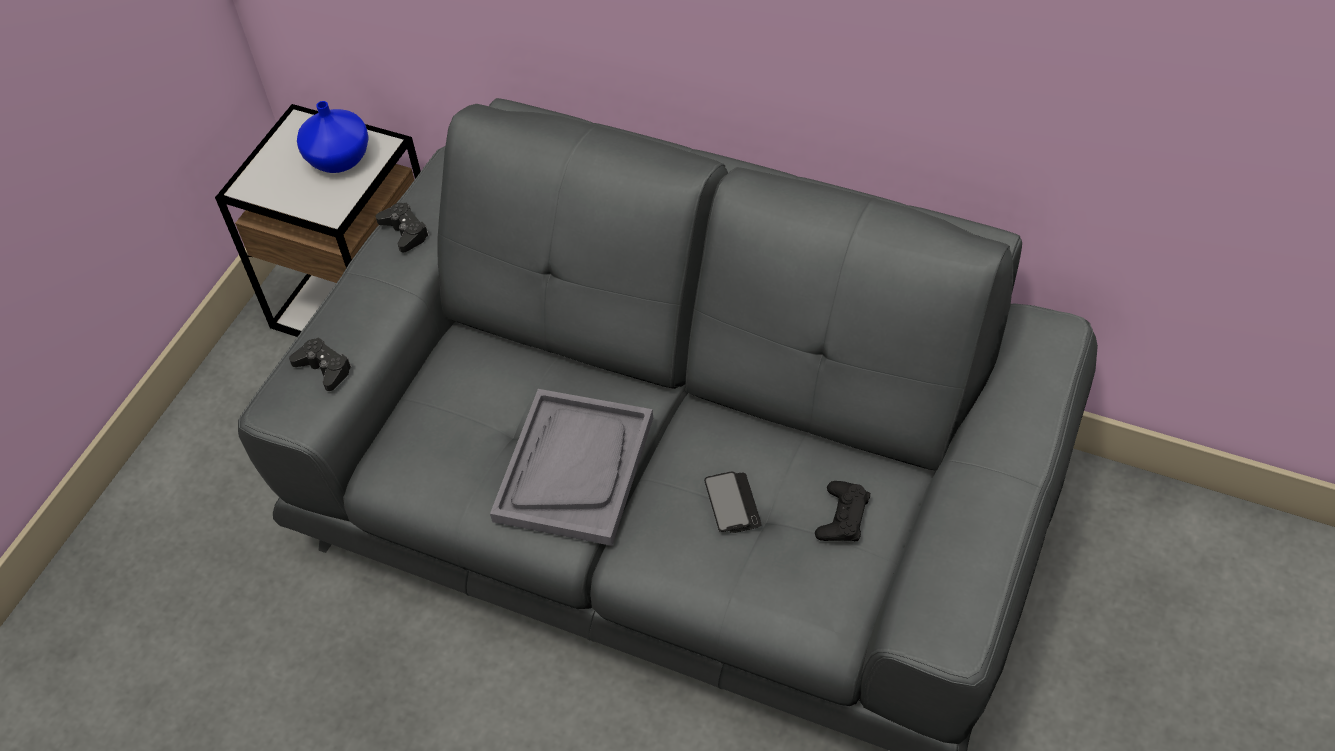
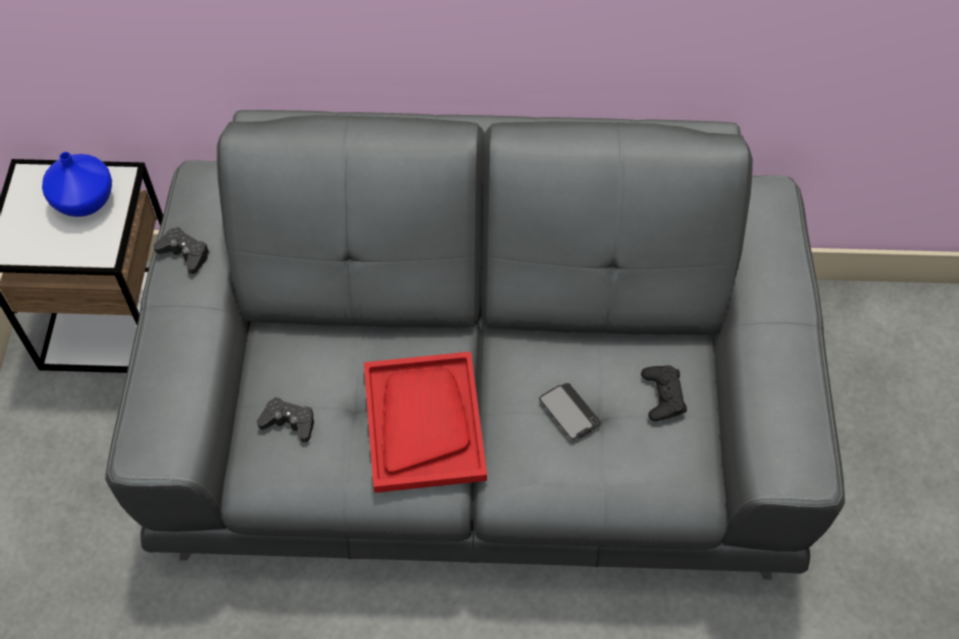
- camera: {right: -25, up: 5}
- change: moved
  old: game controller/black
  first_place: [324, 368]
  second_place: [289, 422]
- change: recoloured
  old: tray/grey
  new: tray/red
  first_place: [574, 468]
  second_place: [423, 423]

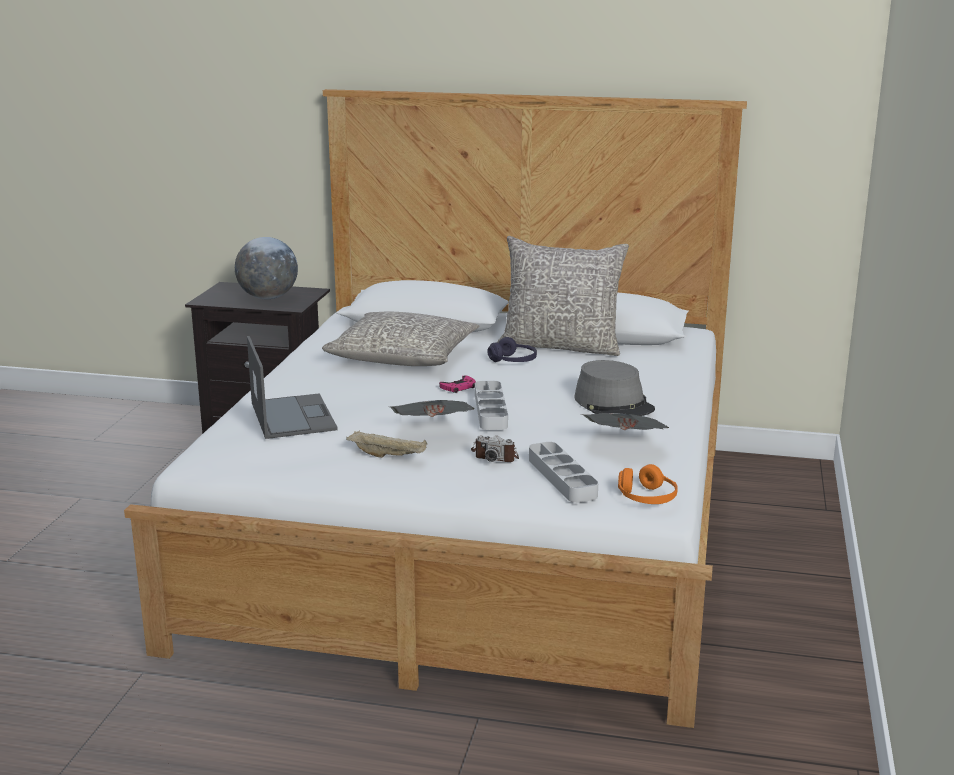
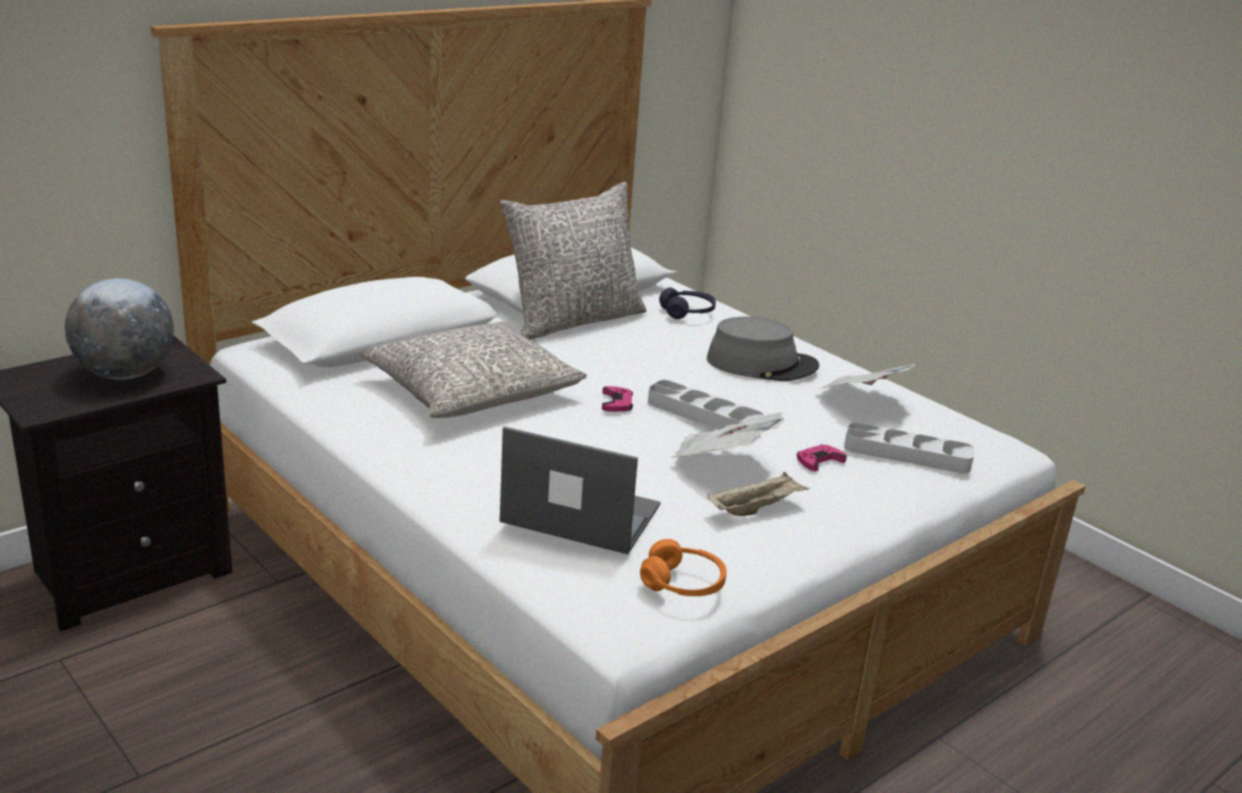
- camera: {right: -55, up: 5}
- change: moved
  old: headphones/orange
  first_place: [646, 498]
  second_place: [683, 584]
- change: moved
  old: headphones/purple
  first_place: [513, 361]
  second_place: [687, 312]
- change: replaced
  old: photo camera
  new: game controller/pink
  first_place: [496, 456]
  second_place: [819, 461]

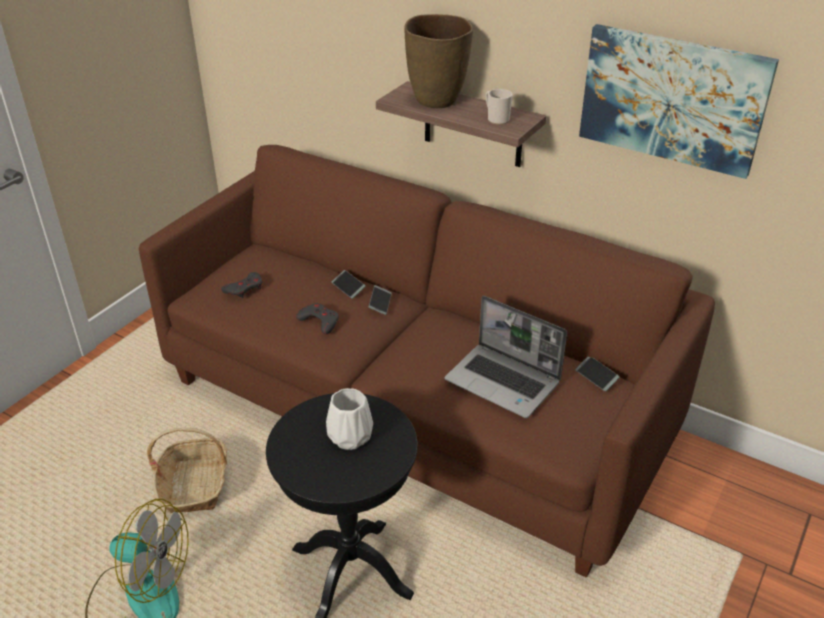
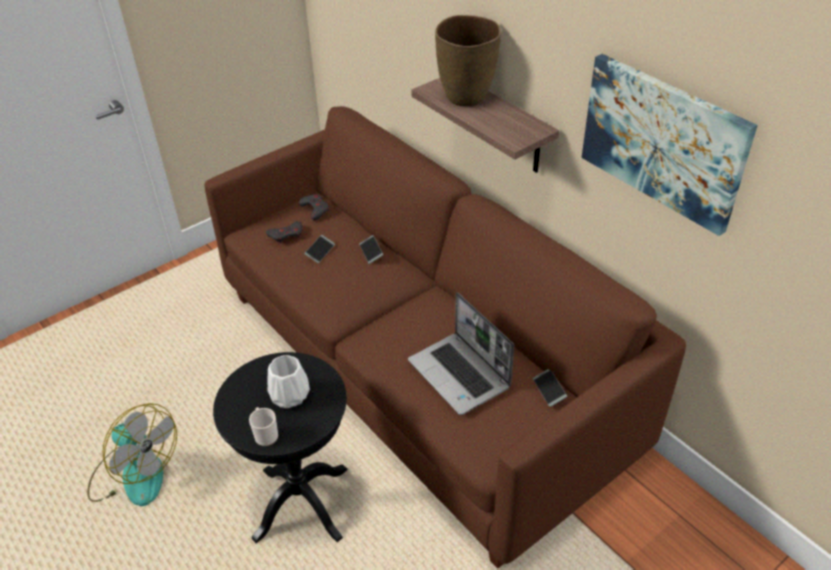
- camera: {right: 20, up: 5}
- change: moved
  old: mug
  first_place: [496, 119]
  second_place: [265, 434]
- change: moved
  old: game controller/grey
  first_place: [319, 321]
  second_place: [315, 209]
- change: moved
  old: phone
  first_place: [380, 303]
  second_place: [320, 251]
- change: removed
  old: basket
  first_place: [195, 484]

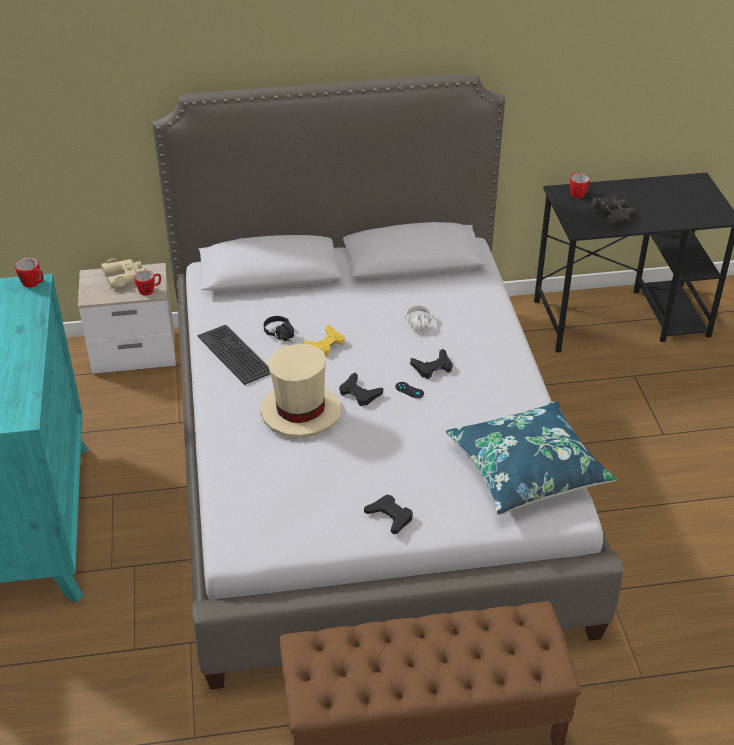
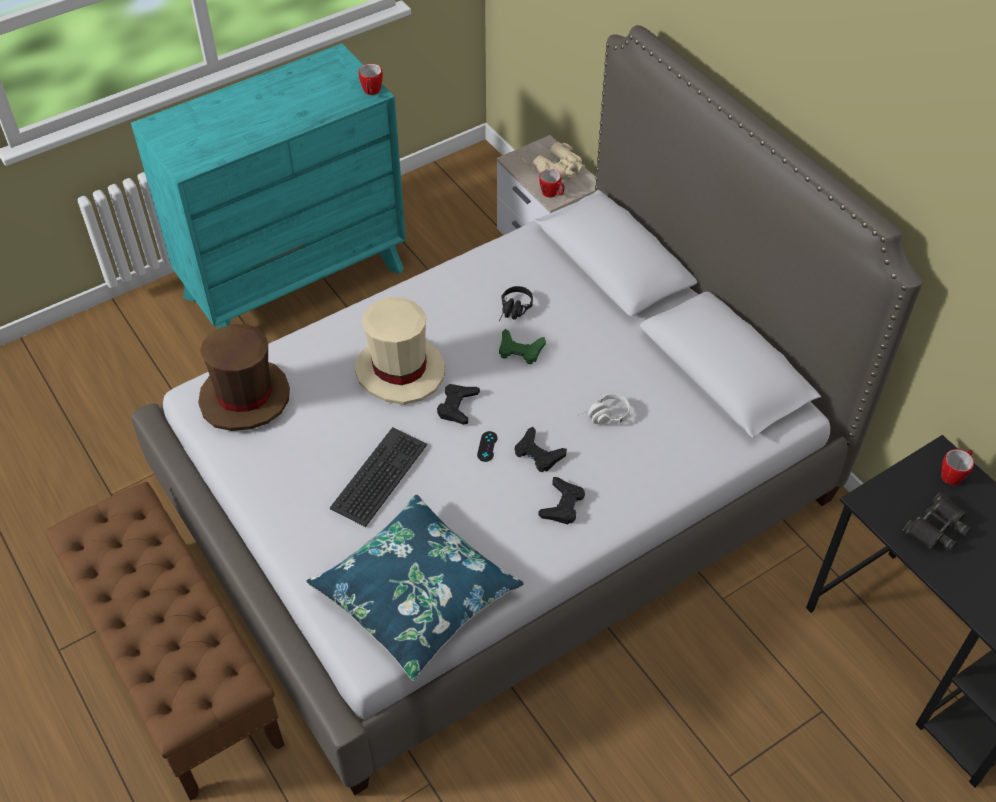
- camera: {right: 65, up: 10}
- change: added
  new: hat/brown
  second_place: [245, 397]
- change: moved
  old: keyboard
  first_place: [235, 354]
  second_place: [380, 477]
- change: recoloured
  old: game controller/yellow
  new: game controller/green
  first_place: [325, 344]
  second_place: [520, 350]
- change: moved
  old: game controller/black
  first_place: [390, 517]
  second_place: [562, 505]

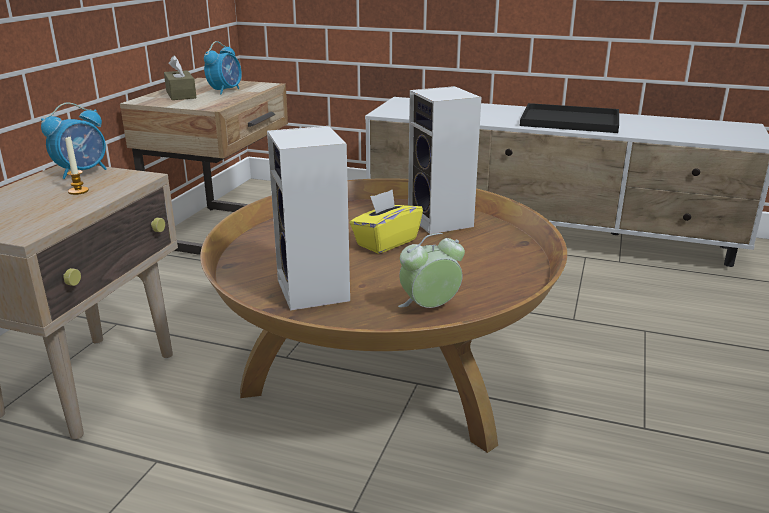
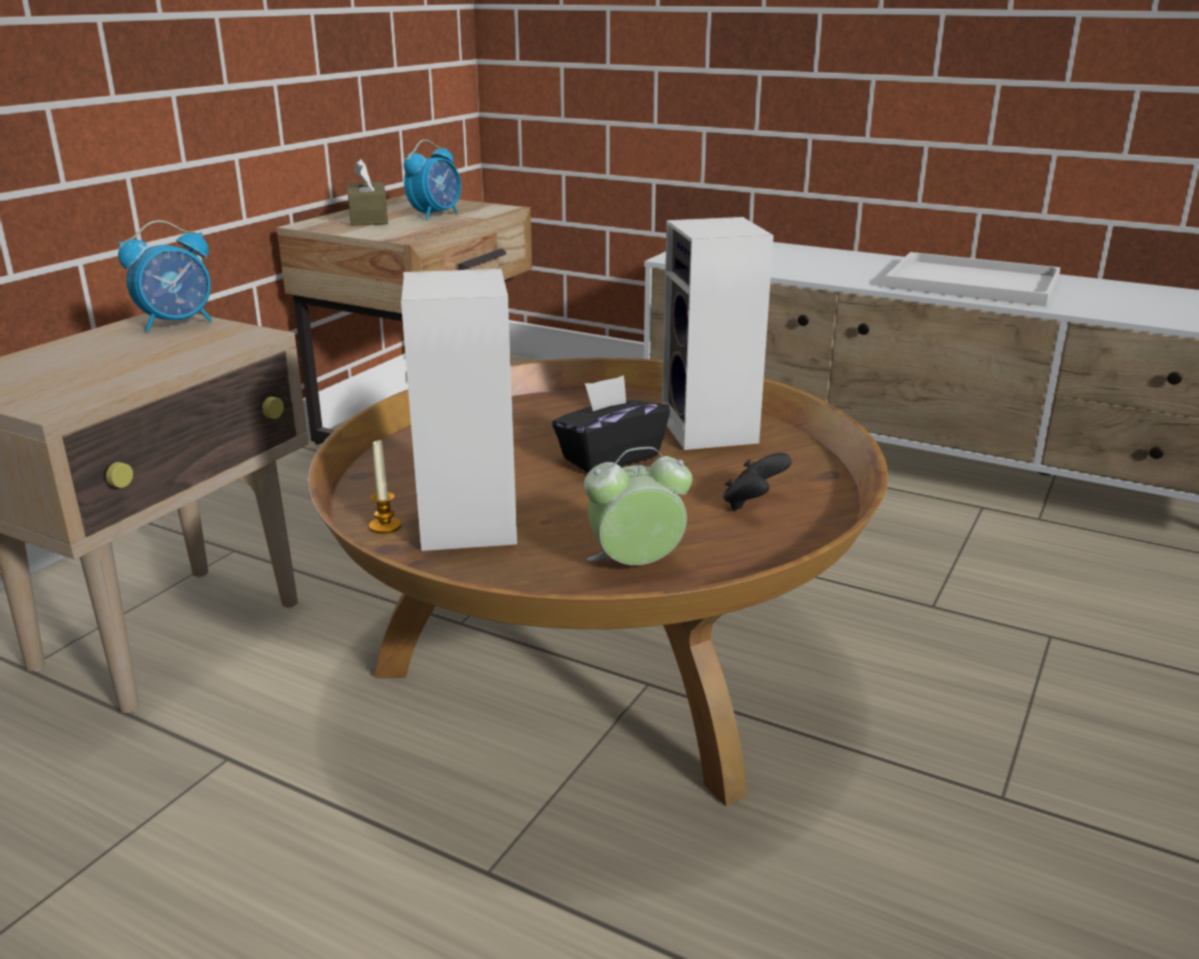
- camera: {right: 10, up: 0}
- change: moved
  old: candle
  first_place: [78, 191]
  second_place: [385, 526]
- change: recoloured
  old: tissue box/yellow
  new: tissue box/black
  first_place: [386, 242]
  second_place: [610, 458]
- change: added
  new: game controller/black
  second_place: [753, 504]
- change: recoloured
  old: tray/black
  new: tray/white
  first_place: [568, 121]
  second_place: [968, 283]

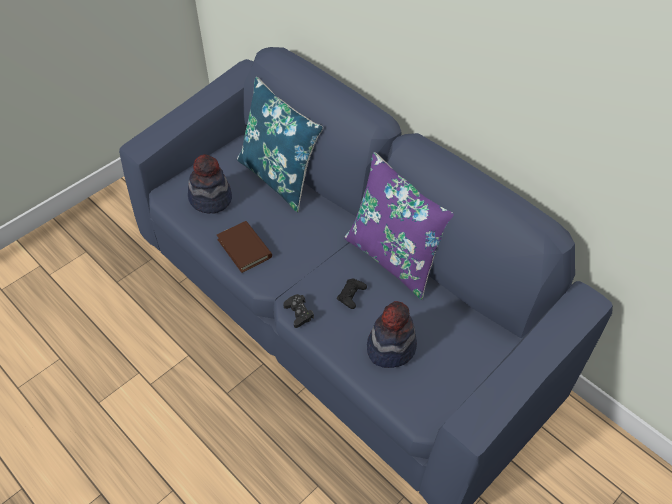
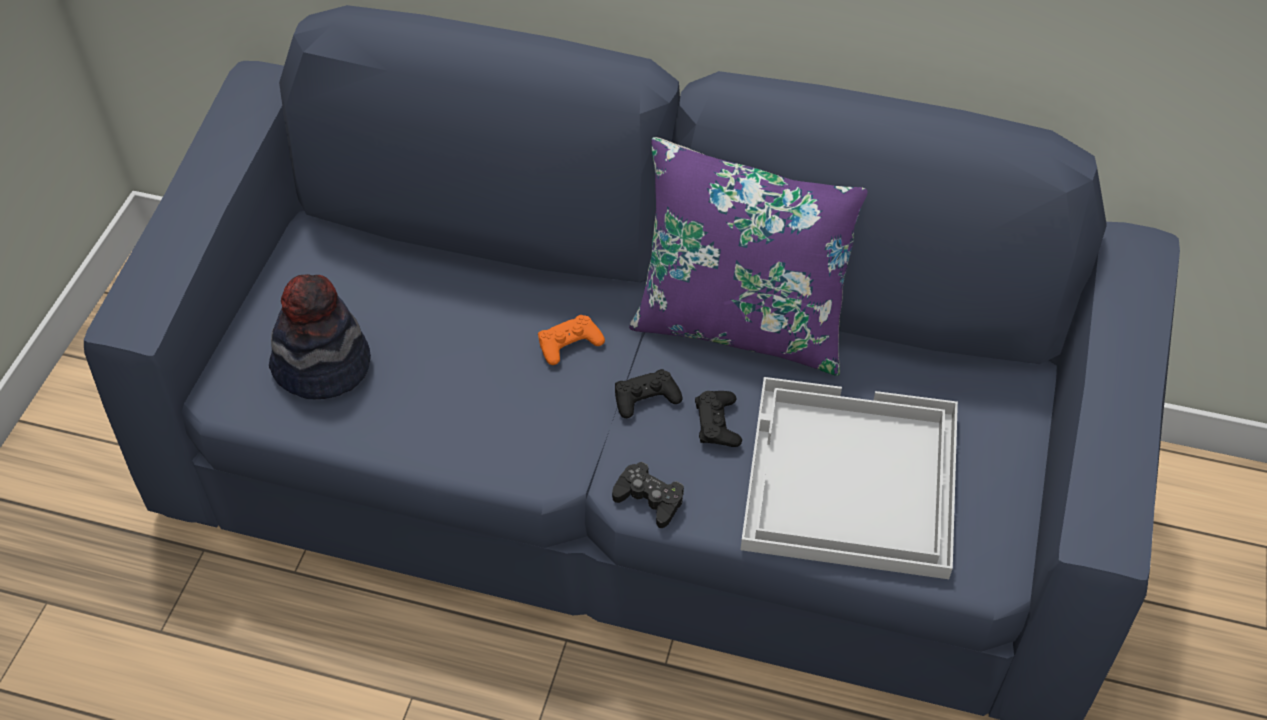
- camera: {right: -30, up: 0}
- change: added
  new: game controller/orange
  second_place: [569, 344]
- change: added
  new: game controller/black
  second_place: [646, 398]
- change: replaced
  old: hat
  new: tray/white
  first_place: [390, 347]
  second_place: [848, 480]
- change: removed
  old: book/brown
  first_place: [244, 248]
- change: removed
  old: pillow/blue
  first_place: [279, 177]

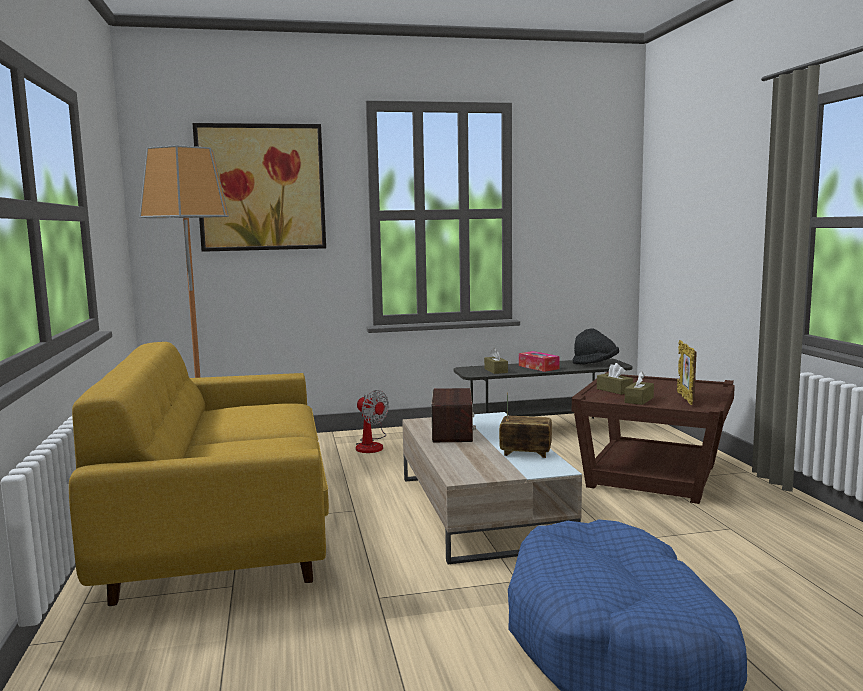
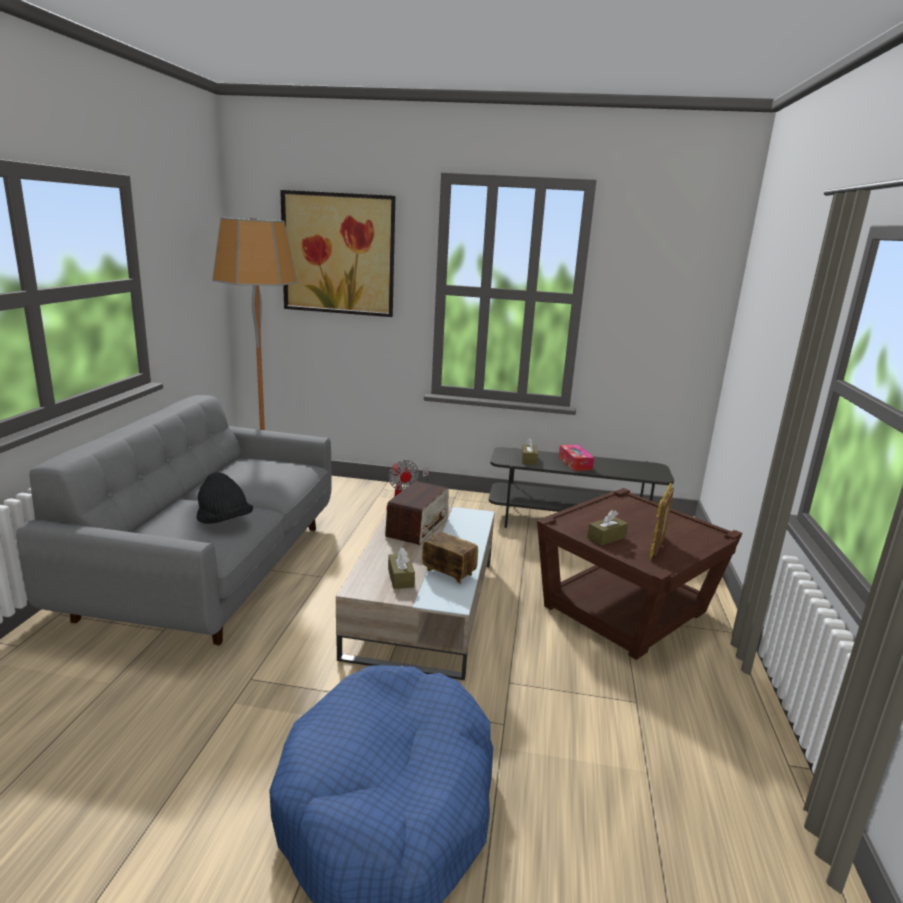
- camera: {right: 20, up: 10}
- change: recoloured
  old: sofa/yellow
  new: sofa/grey
  first_place: [225, 529]
  second_place: [212, 568]
- change: moved
  old: hat/black
  first_place: [596, 364]
  second_place: [224, 521]
- change: moved
  old: tissue box/brown
  first_place: [614, 390]
  second_place: [400, 578]

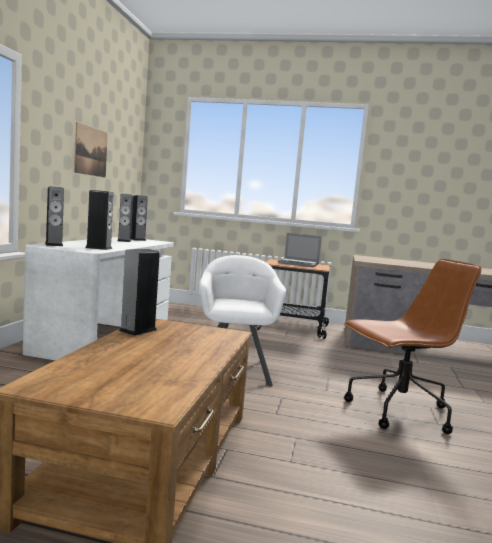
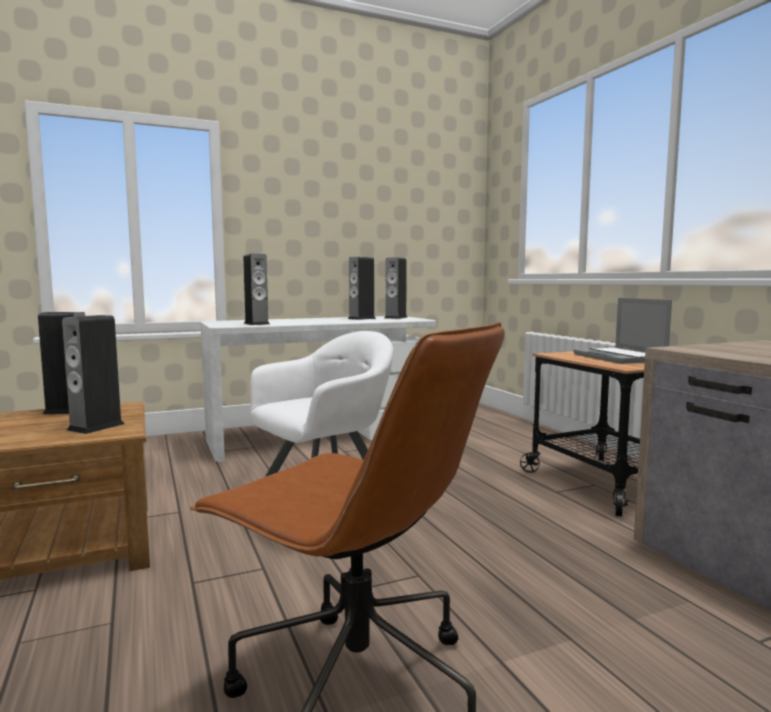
- camera: {right: 55, up: 0}
- change: moved
  old: speaker
  first_place: [53, 244]
  second_place: [96, 427]
- change: removed
  old: picture
  first_place: [91, 151]

